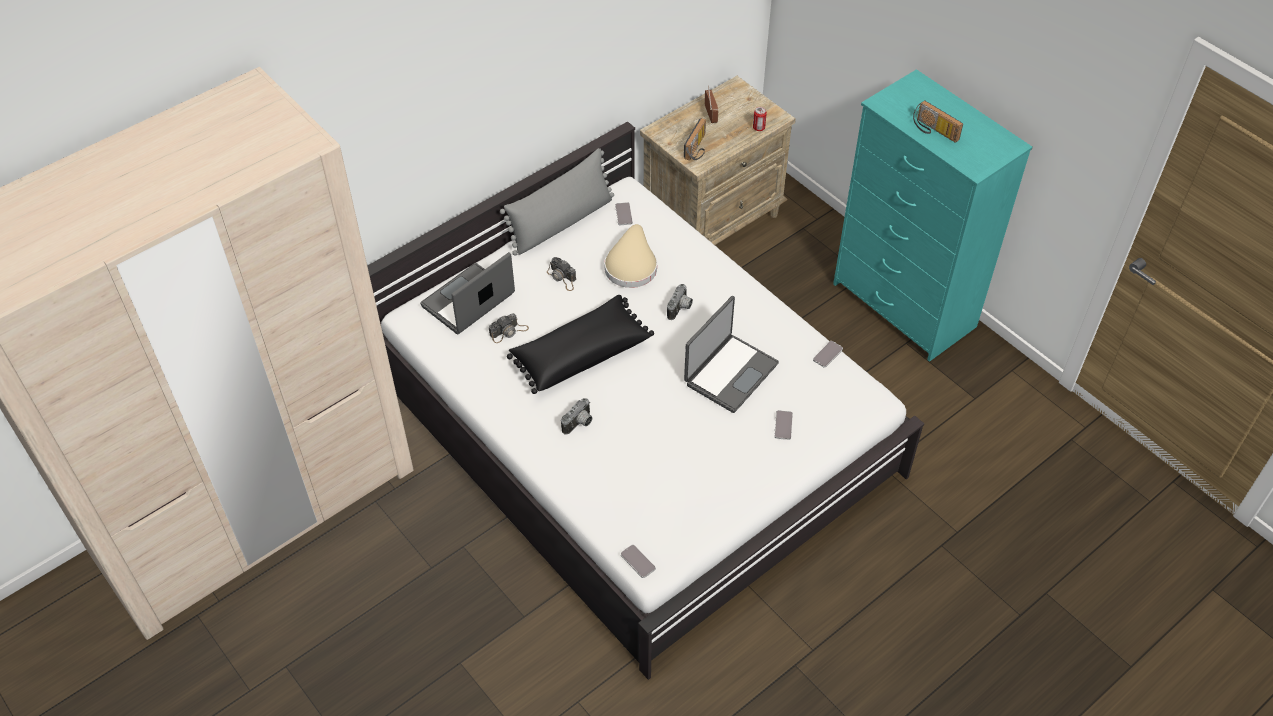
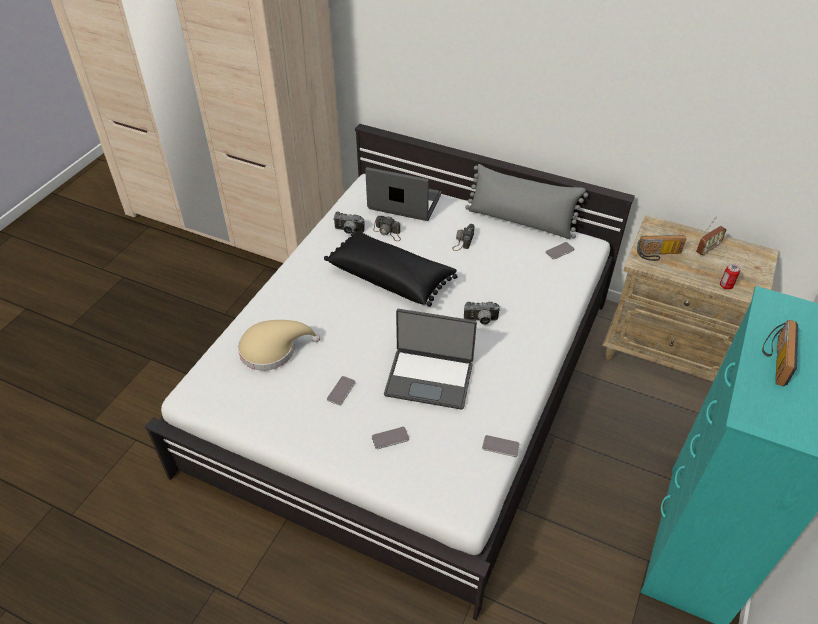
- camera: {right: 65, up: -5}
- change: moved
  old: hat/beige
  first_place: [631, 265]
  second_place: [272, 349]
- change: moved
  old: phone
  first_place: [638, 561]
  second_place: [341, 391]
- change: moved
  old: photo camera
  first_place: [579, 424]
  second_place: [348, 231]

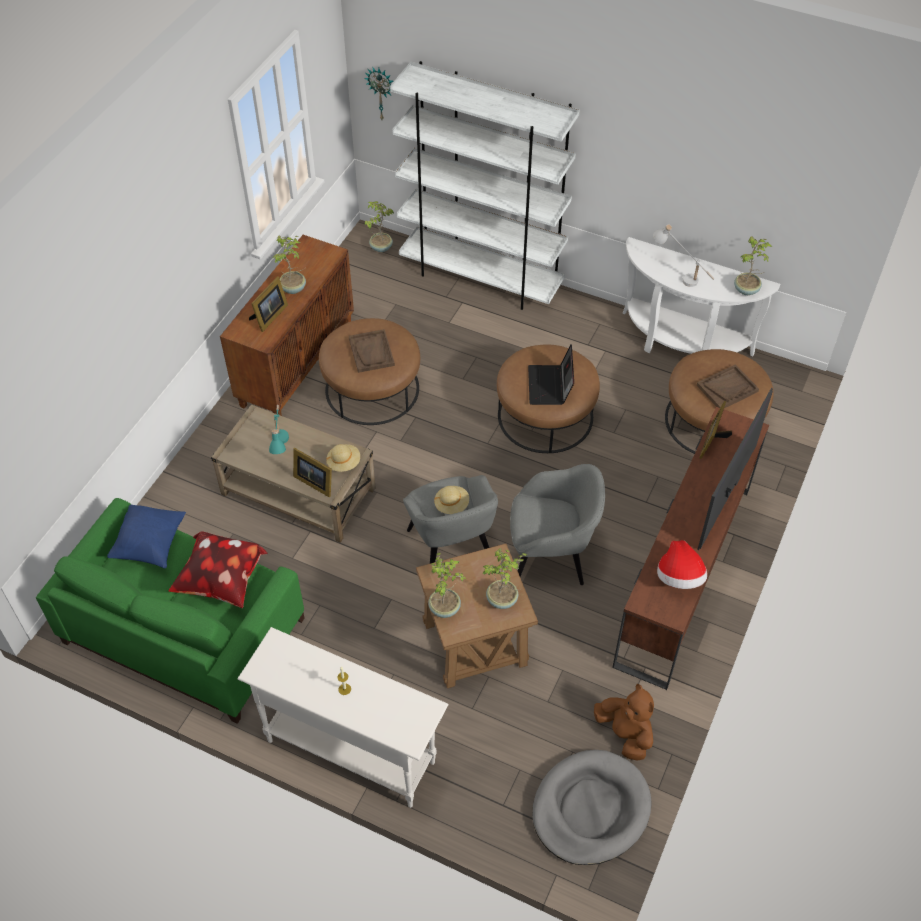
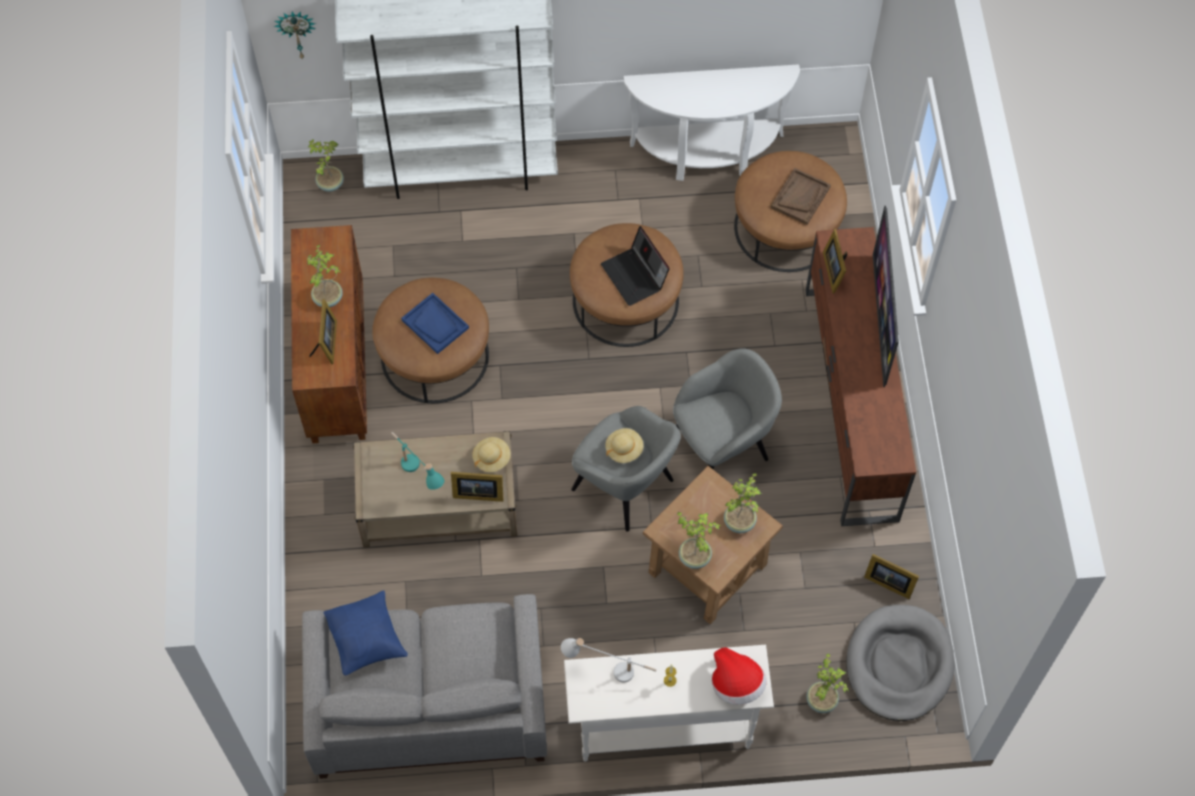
- camera: {right: -30, up: 10}
- change: recoloured
  old: sofa/green
  new: sofa/grey
  first_place: [184, 629]
  second_place: [429, 701]
- change: recoloured
  old: tray/brown
  new: tray/blue
  first_place: [371, 352]
  second_place: [435, 324]
- change: moved
  old: table lamp/white
  first_place: [680, 276]
  second_place: [608, 670]
- change: moved
  old: hat
  first_place: [679, 577]
  second_place: [736, 684]
- change: moved
  old: potted plant
  first_place: [747, 290]
  second_place: [822, 700]
- change: replaced
  old: plush toy/brown
  new: picture frame
  first_place: [625, 733]
  second_place: [888, 581]
- change: removed
  old: pillow
  first_place: [222, 583]

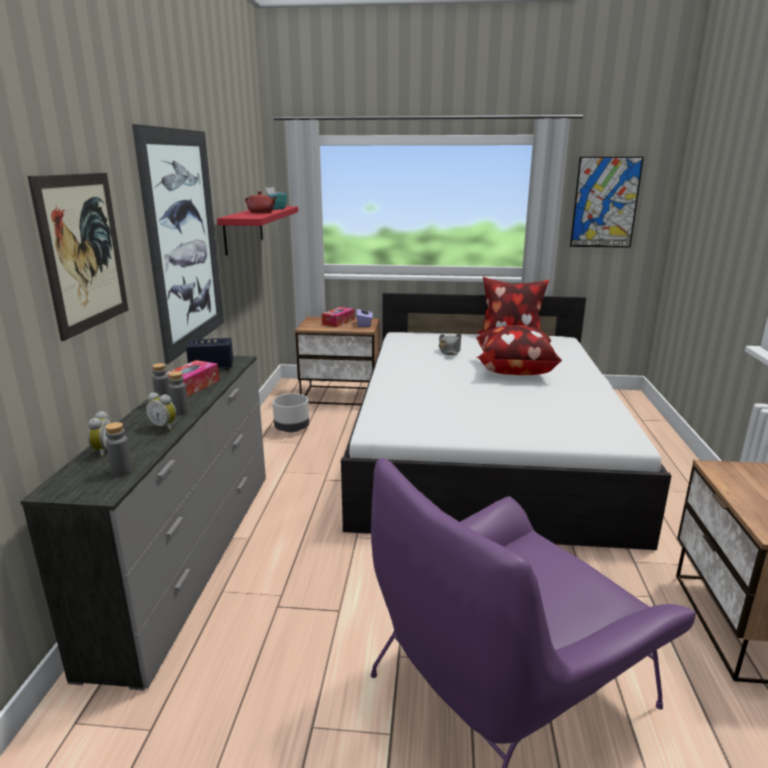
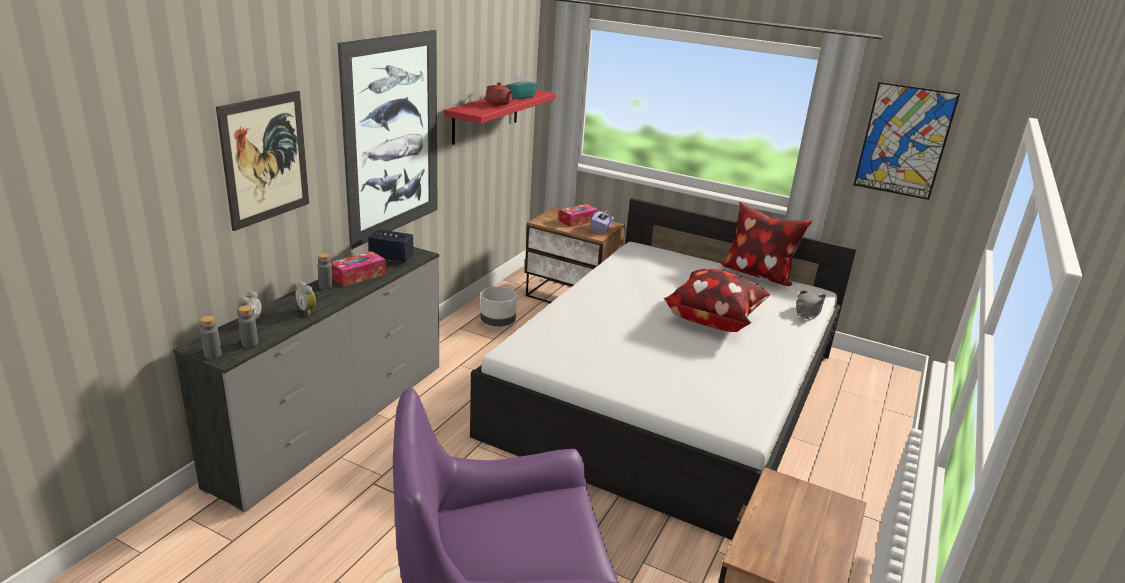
- camera: {right: 20, up: 5}
- change: moved
  old: bottle/grey
  first_place: [180, 412]
  second_place: [213, 354]
- change: moved
  old: hat/grey
  first_place: [449, 350]
  second_place: [808, 310]

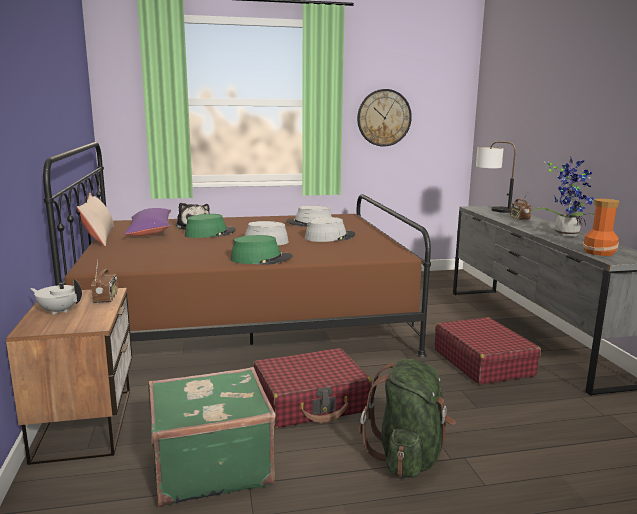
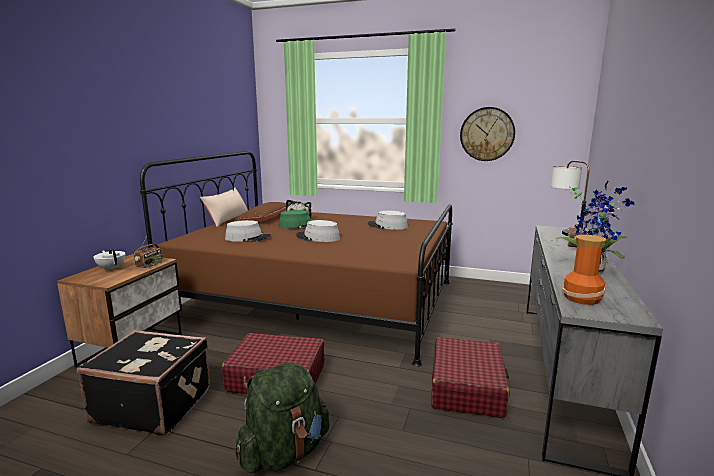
- camera: {right: 30, up: 0}
- change: recoloured
  old: suitcase/green
  new: suitcase/black
  first_place: [210, 465]
  second_place: [153, 404]
- change: moved
  old: hat/grey
  first_place: [330, 237]
  second_place: [248, 238]
- change: recoloured
  old: pillow/purple
  new: pillow/brown
  first_place: [150, 231]
  second_place: [265, 219]
- change: removed
  old: hat/green
  first_place: [261, 259]

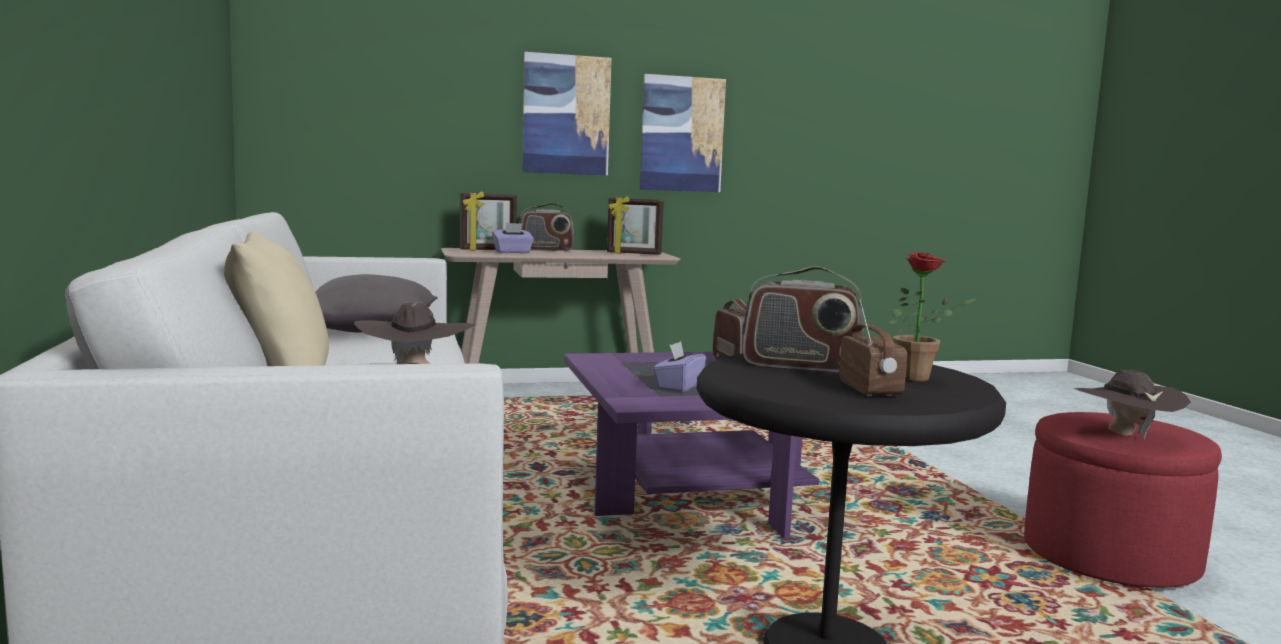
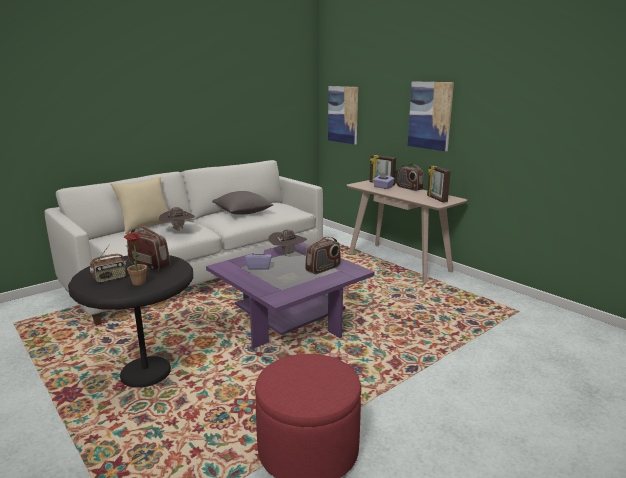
- camera: {right: 65, up: 10}
- change: turned
  old: radio
  first_place: [800, 365]
  second_place: [149, 265]
  degrees: 135
- change: moved
  old: hat/brown
  first_place: [1124, 436]
  second_place: [288, 253]
- change: moved
  old: picture
  first_place: [682, 134]
  second_place: [343, 114]

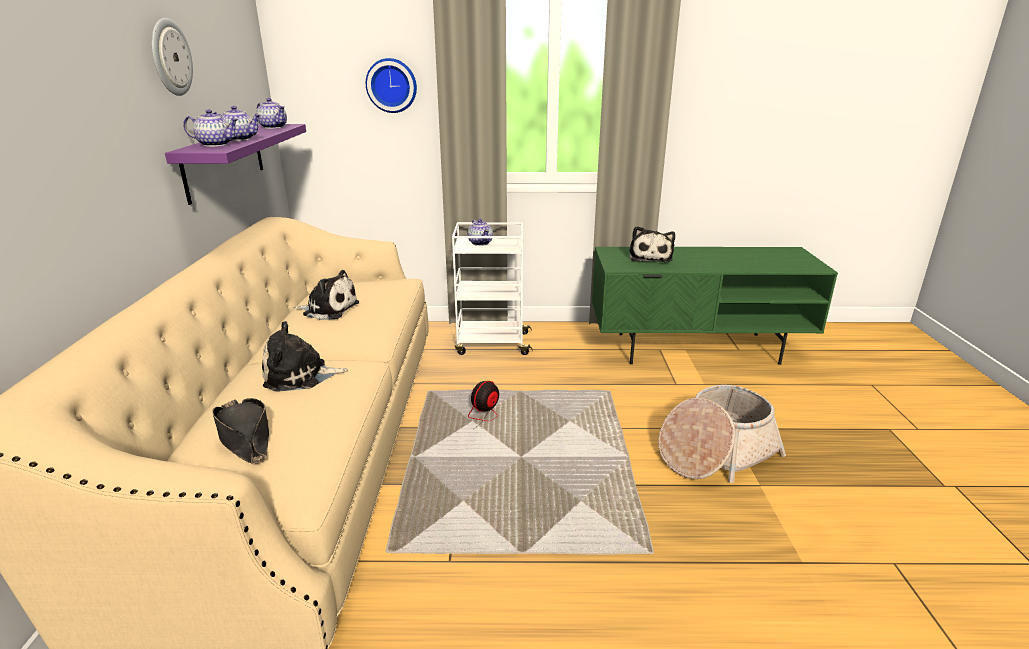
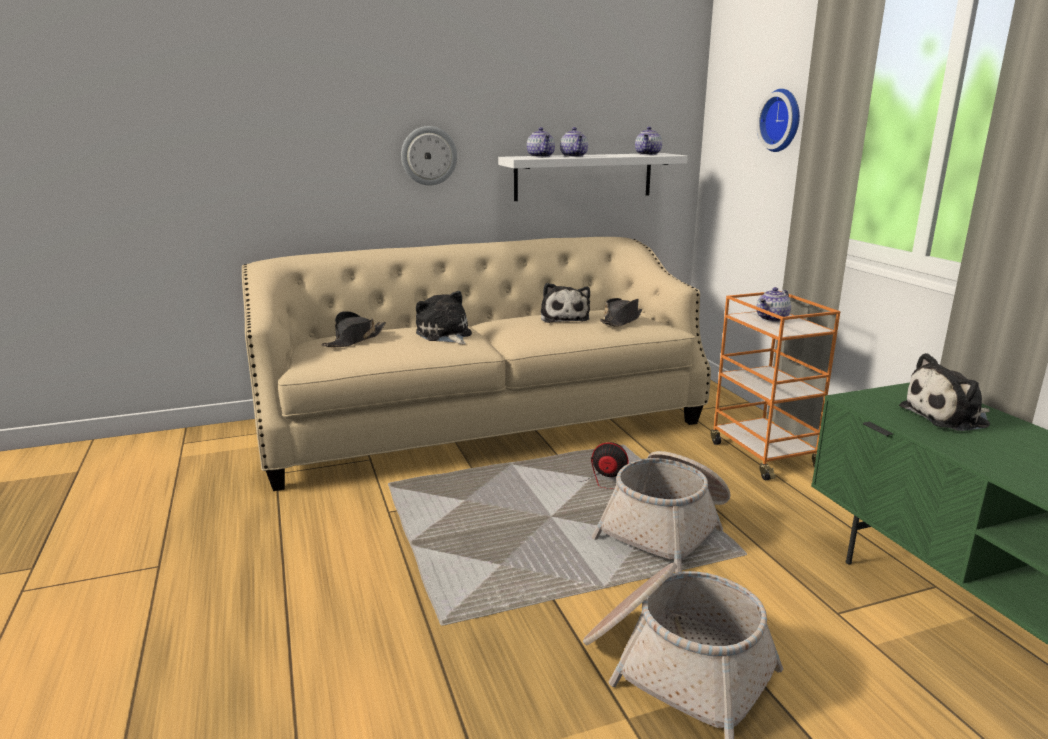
- camera: {right: 70, up: -5}
- change: moved
  old: wall clock
  first_place: [170, 57]
  second_place: [429, 156]
- change: recoloured
  old: shelf/purple
  new: shelf/white
  first_place: [224, 161]
  second_place: [584, 176]
- change: added
  new: basket
  second_place: [666, 527]
- change: added
  new: hat/black
  second_place: [621, 320]
- change: recoloured
  old: cart/white
  new: cart/orange
  first_place: [491, 343]
  second_place: [763, 455]

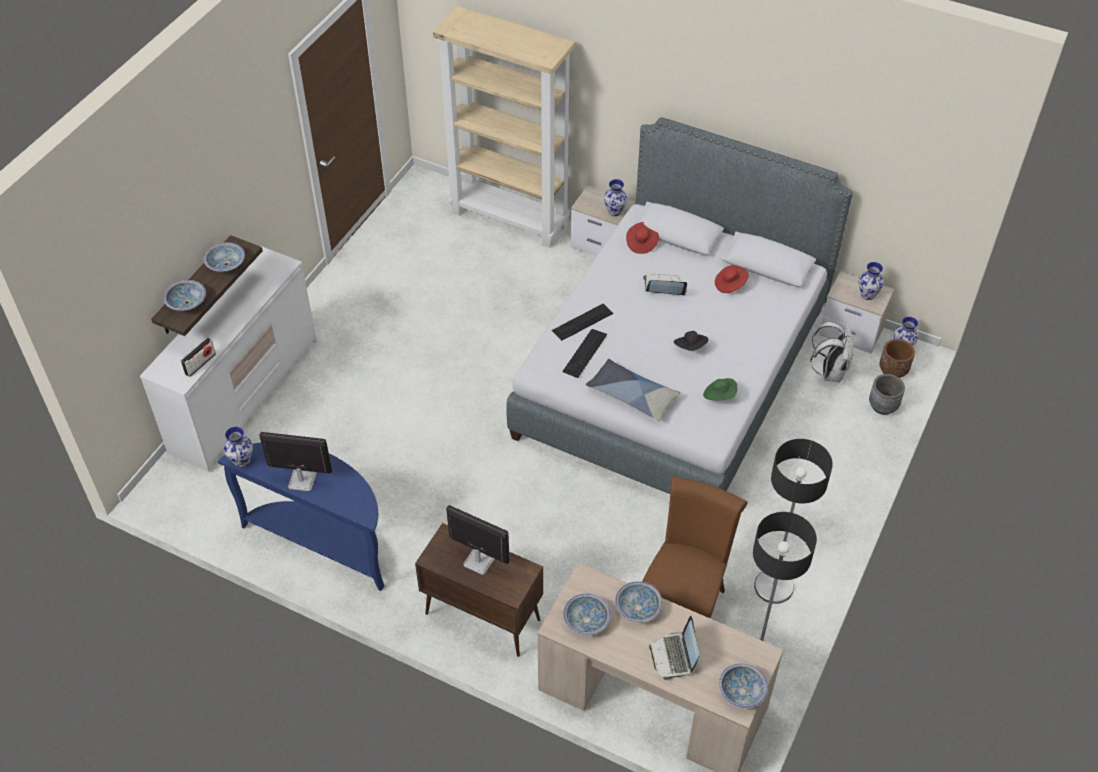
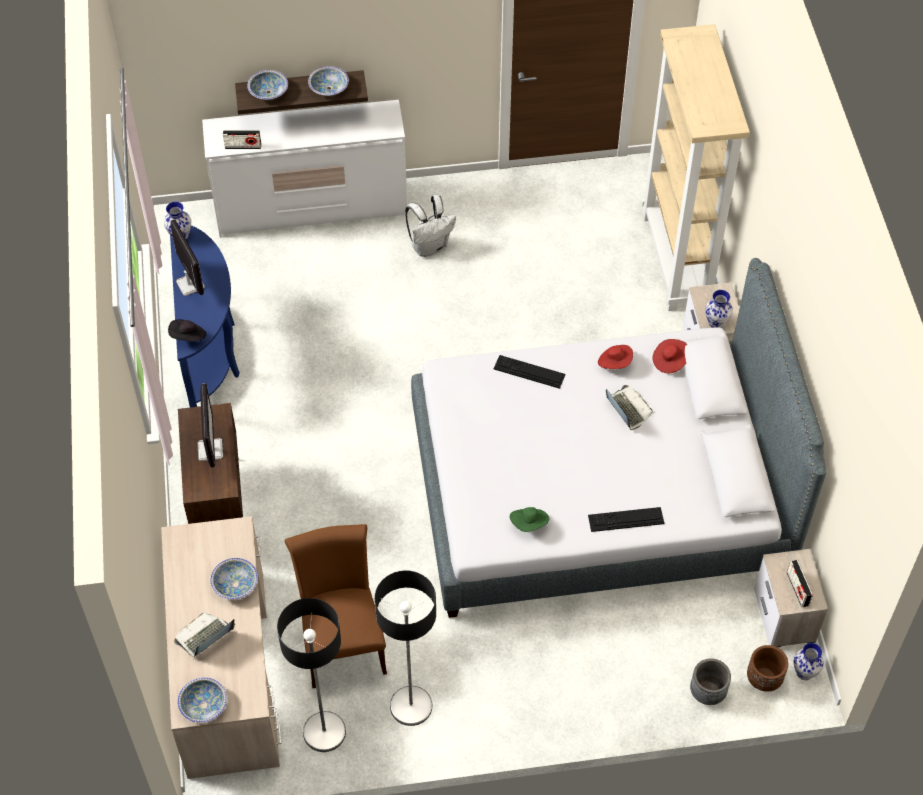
- camera: {right: 55, up: 5}
- change: moved
  old: hat/black
  first_place: [690, 347]
  second_place: [188, 337]
- change: turned
  old: chair/brown
  first_place: [684, 601]
  second_place: [342, 643]
  degrees: -90
- change: moved
  old: backpack/white
  first_place: [830, 372]
  second_place: [430, 246]
- change: moved
  old: keyboard
  first_place: [584, 353]
  second_place: [626, 519]
- change: moved
  old: hat/red
  first_place: [730, 285]
  second_place: [615, 362]
- change: replaced
  old: vase
  new: radio
  first_place: [868, 294]
  second_place: [797, 589]
- change: removed
  old: bowl
  first_place: [586, 620]
- change: removed
  old: pillow
  first_place: [632, 395]

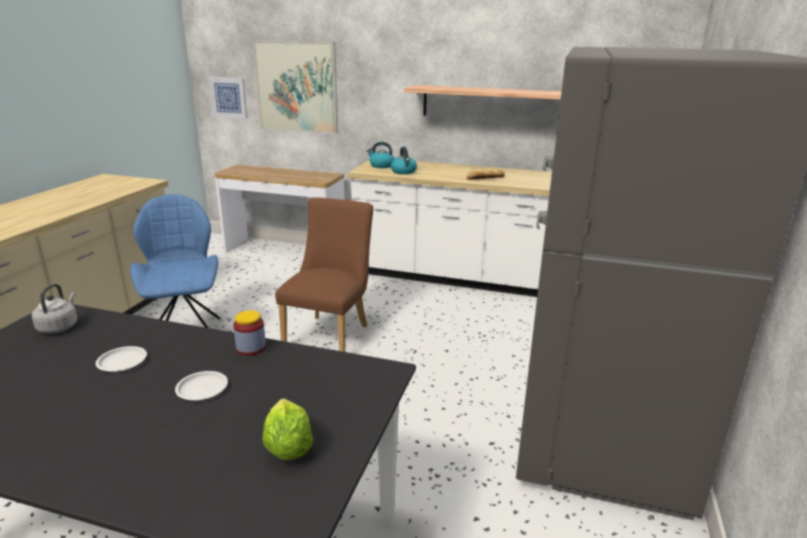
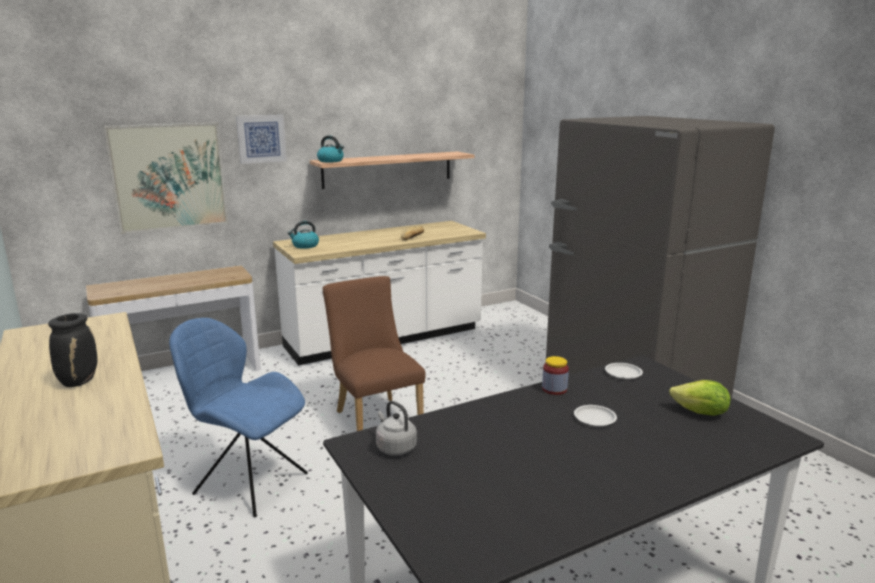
- camera: {right: -45, up: -5}
- change: added
  new: vase/black
  second_place: [79, 381]
- change: moved
  old: picture
  first_place: [228, 97]
  second_place: [261, 139]
- change: moved
  old: kettle
  first_place: [404, 172]
  second_place: [331, 161]
- change: moved
  old: plate/white
  first_place: [122, 362]
  second_place: [623, 373]

